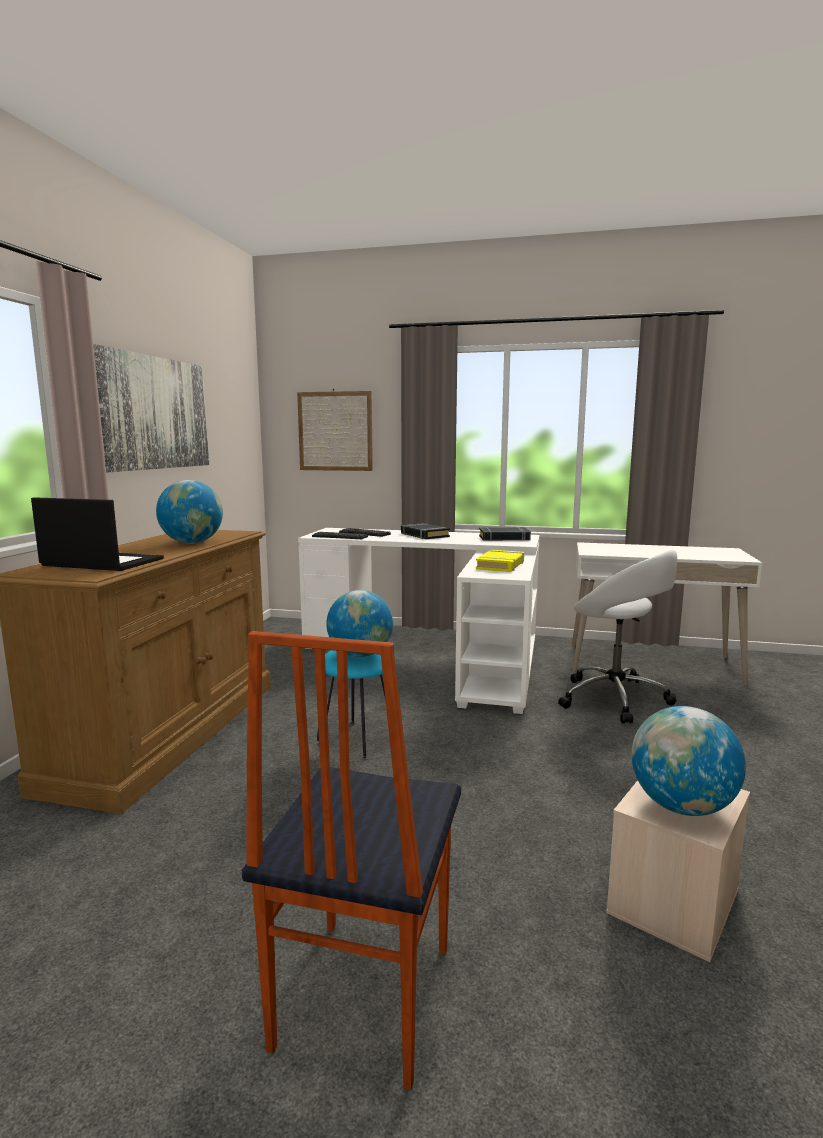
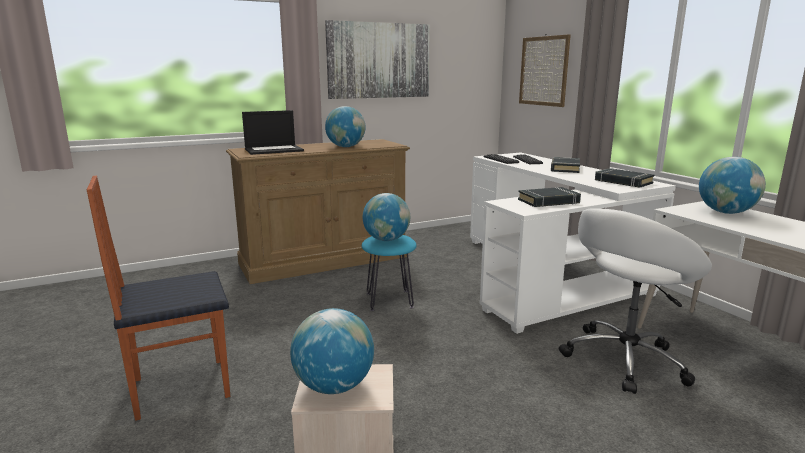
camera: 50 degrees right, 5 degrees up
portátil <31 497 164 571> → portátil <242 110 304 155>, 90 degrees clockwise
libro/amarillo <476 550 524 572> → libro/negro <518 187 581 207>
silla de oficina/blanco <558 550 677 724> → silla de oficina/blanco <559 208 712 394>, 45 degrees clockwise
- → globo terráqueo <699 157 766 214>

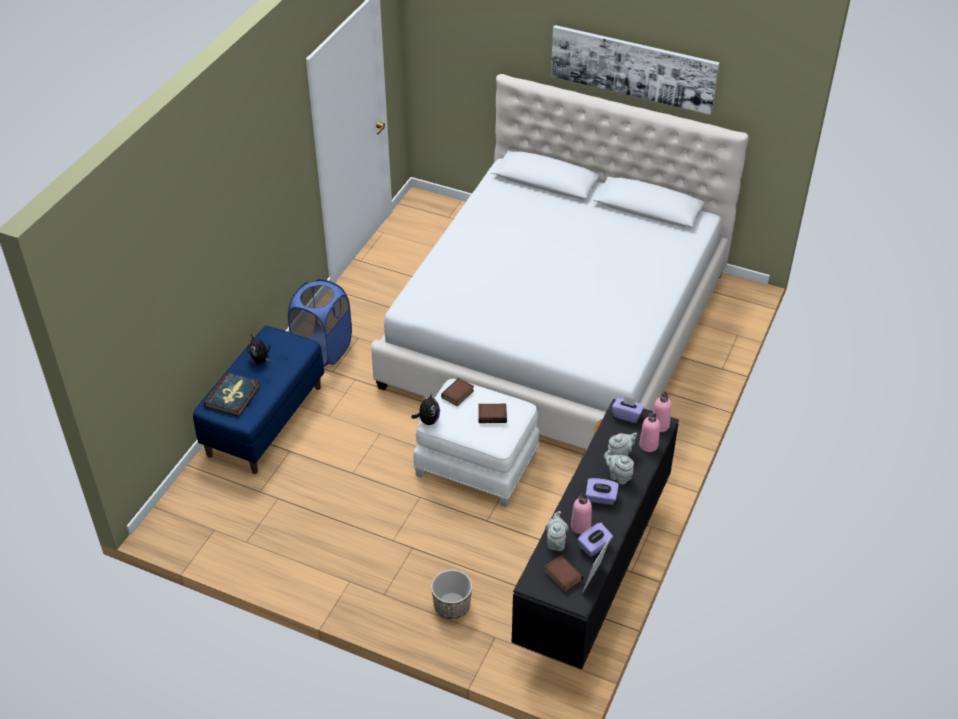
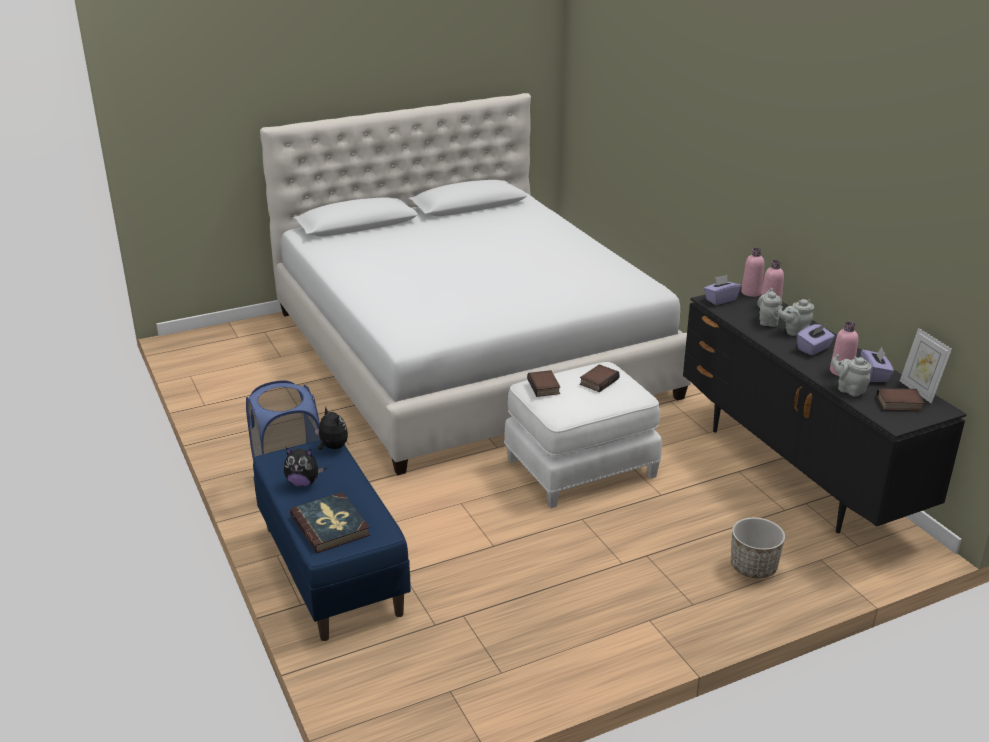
camera: 50 degrees left, 15 degrees down
peluche <411 393 440 425> → peluche <315 407 348 450>, shifted
cuadro <551 25 719 115> → -

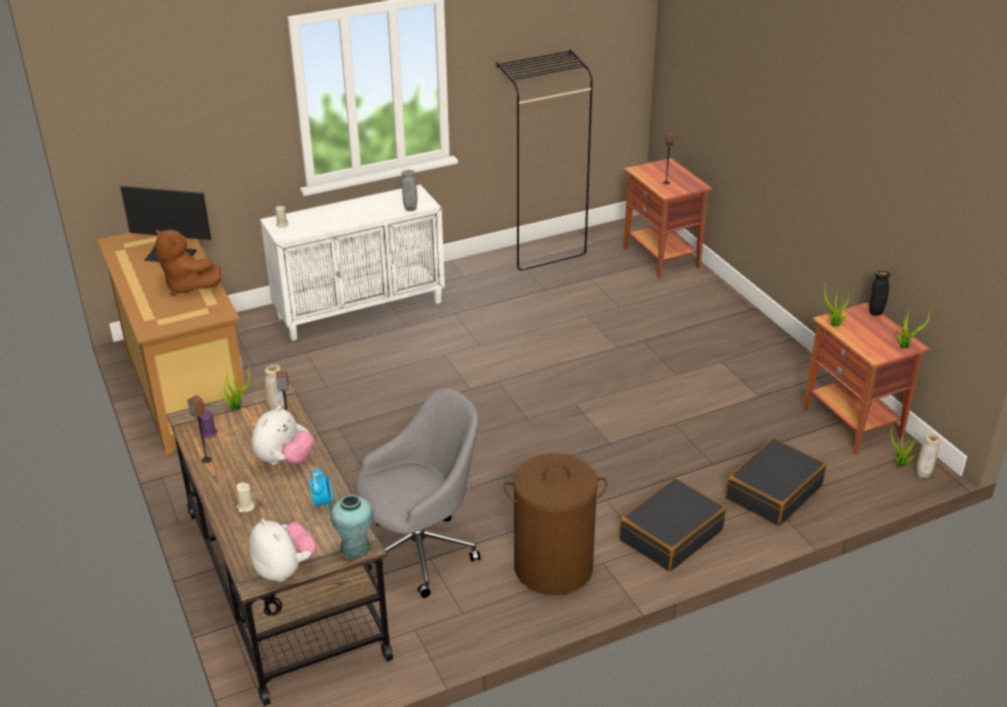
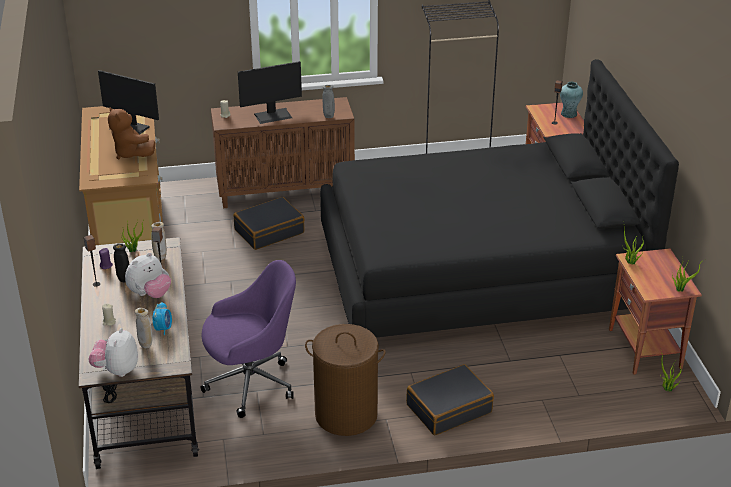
camera: 15 degrees right, 0 degrees up
peluche <249 519 317 582> → peluche <88 328 138 377>, 150 degrees counterclockwise
florero/negro <869 271 890 316> → florero/negro <113 244 129 282>, shifted
florero/beis <916 435 941 478> → florero/beis <135 308 153 348>, shifted
silla de oficina/gris <355 388 480 598> → silla de oficina/morado <200 260 296 418>
armario/blanco <260 185 445 341> → armario/marrón <211 97 355 208>
maleta/negro <726 438 826 526> → maleta/negro <234 197 305 250>, shifted
- → monitor <238 61 302 124>
- → cama/negro <320 59 679 337>
florero/turquesa <330 494 373 558> → florero/turquesa <560 82 583 118>, shifted

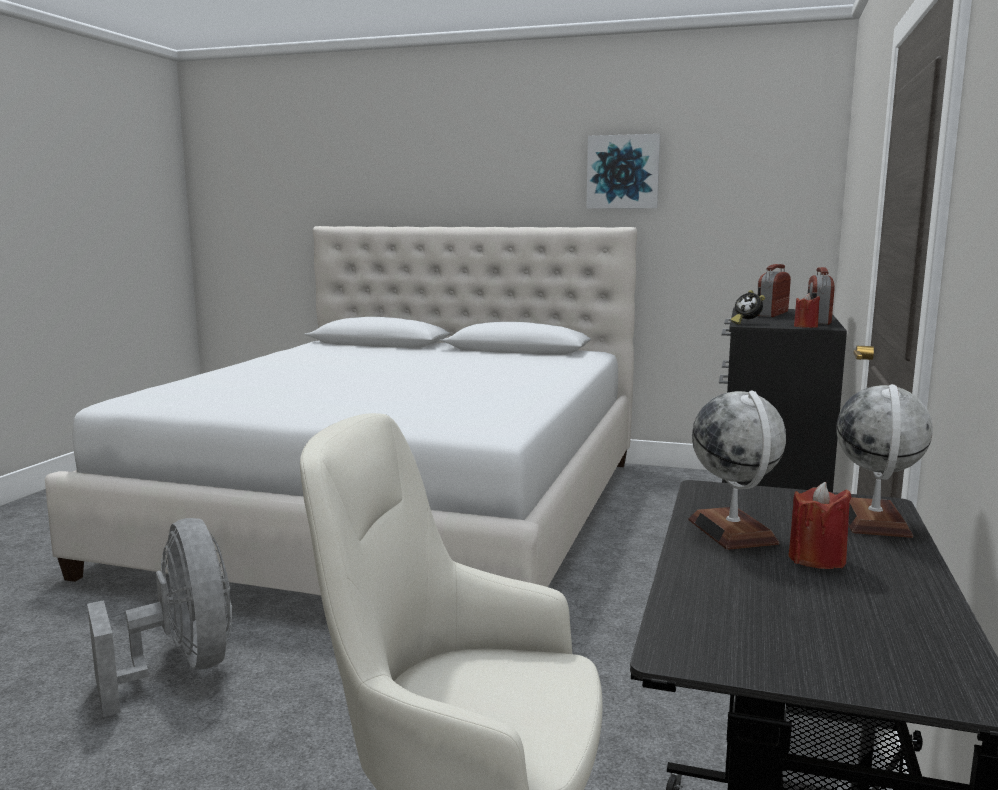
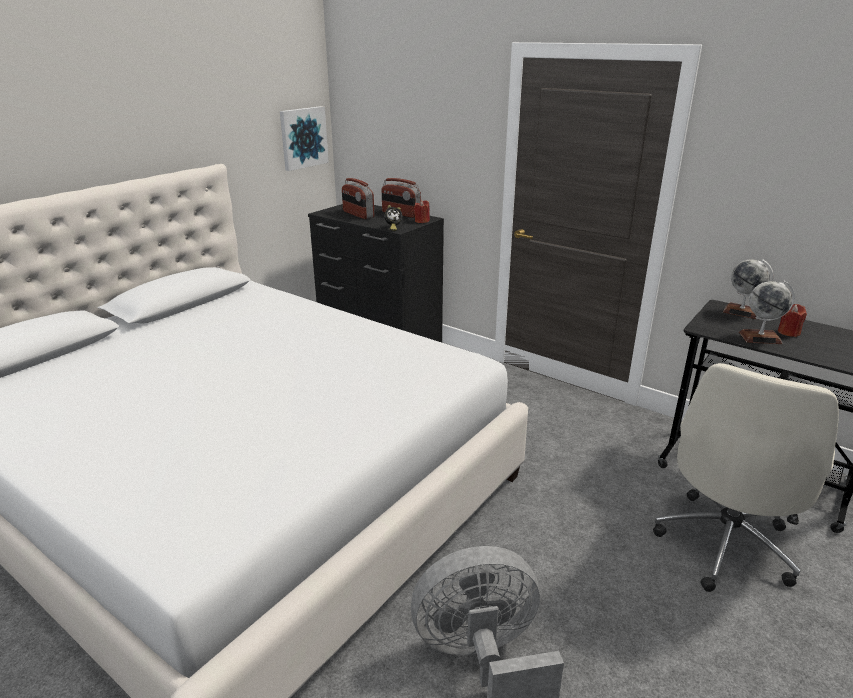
camera: 70 degrees left, 15 degrees up
cuadro <586 134 661 209> → cuadro <280 106 329 171>, shifted

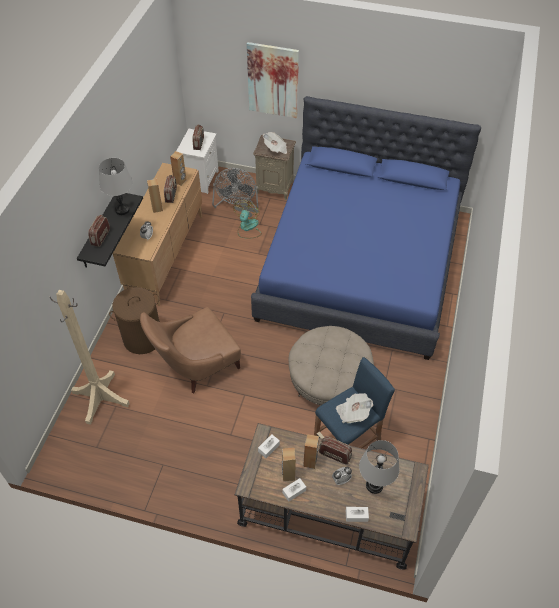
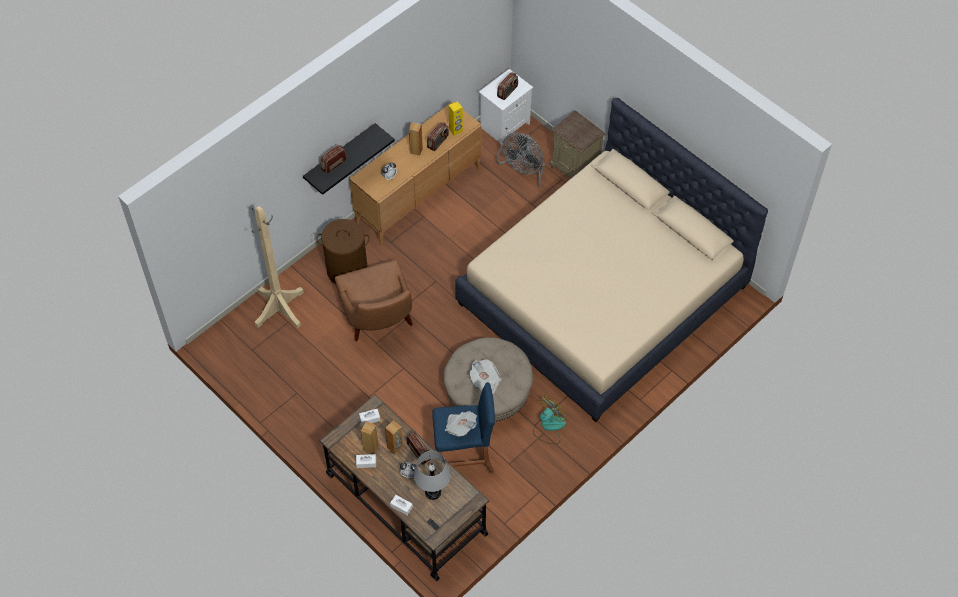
camera: 30 degrees right, 5 degrees up
sillón/marrón <140 307 241 393> → sillón/marrón <335 260 413 341>, 105 degrees counterclockwise
altavoz/marrón <170 151 187 186> → altavoz/amarillo <449 101 463 136>
cama/azul <251 96 481 360> → cama/beis <455 98 768 422>
periódico <263 132 287 154> → periódico <469 359 502 394>, shifted
ventilador <233 200 262 239> → ventilador <533 395 567 444>, shifted
lámpara de mesa/gris <99 158 133 215> → -
cuadro <247 42 299 118> → -

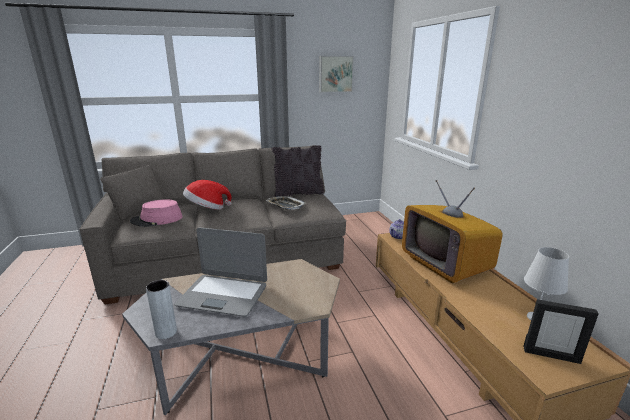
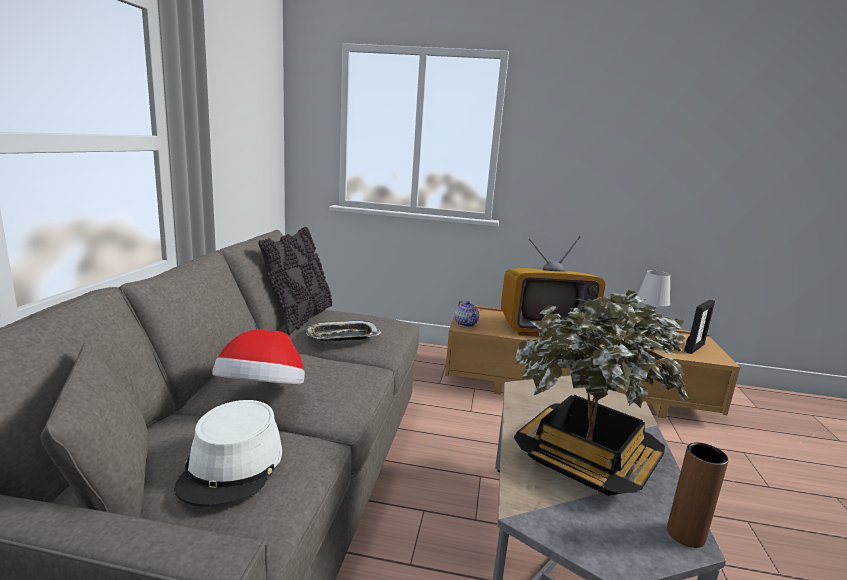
camera: 65 degrees left, 5 degrees down
sombrero/rosa <130 199 183 227> → sombrero/blanco <174 400 282 507>
portátil <174 227 267 317> → planta en maceta <513 290 689 496>
florero/gris <146 280 177 339> → florero/marrón <667 442 729 548>
cuadro <319 56 354 93> → -

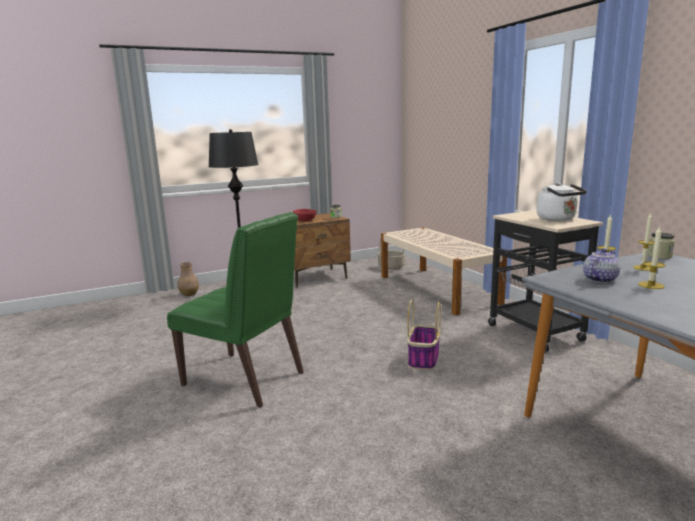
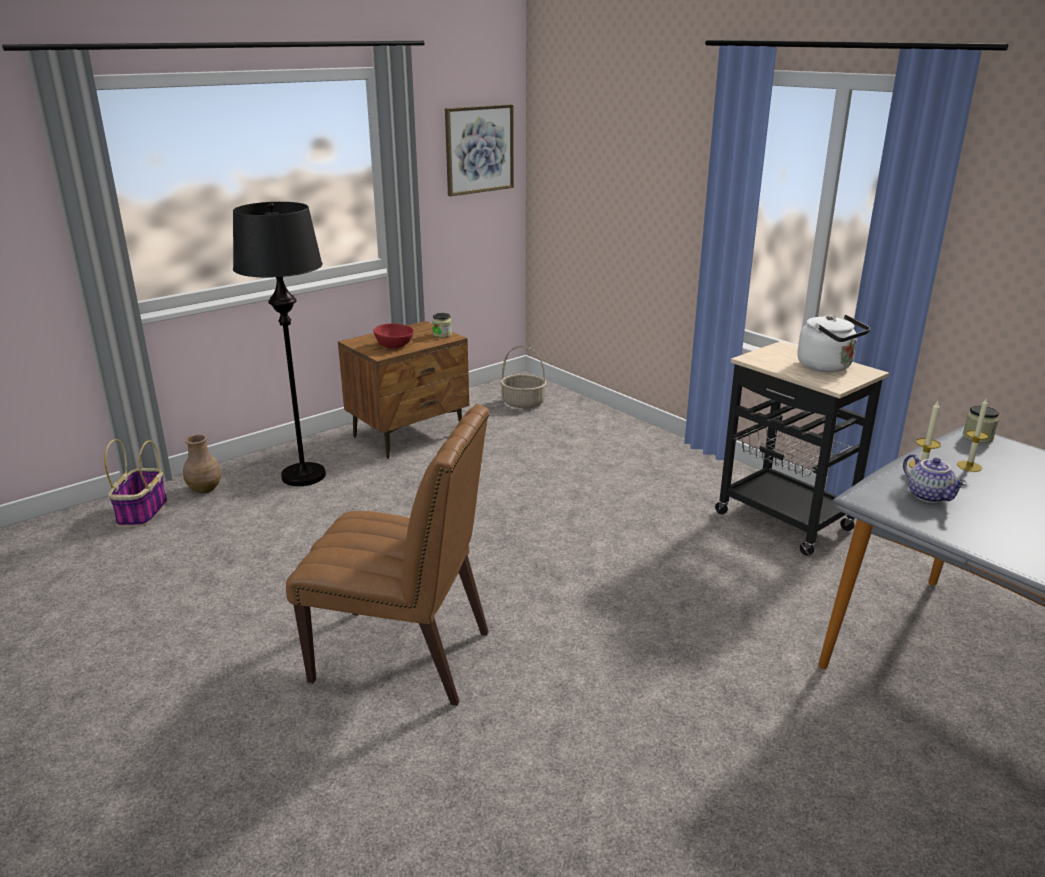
camera: 15 degrees left, 10 degrees up
cesta <407 299 441 370> → cesta <104 439 167 527>, shifted
silla/verde <167 212 304 408> → silla/marrón <286 404 489 706>
- → cuadro <445 104 514 196>
tetera <583 248 620 283> → tetera <903 454 967 503>, 120 degrees clockwise
banco/beis <381 227 507 316> → -
vela <638 226 666 289> → -

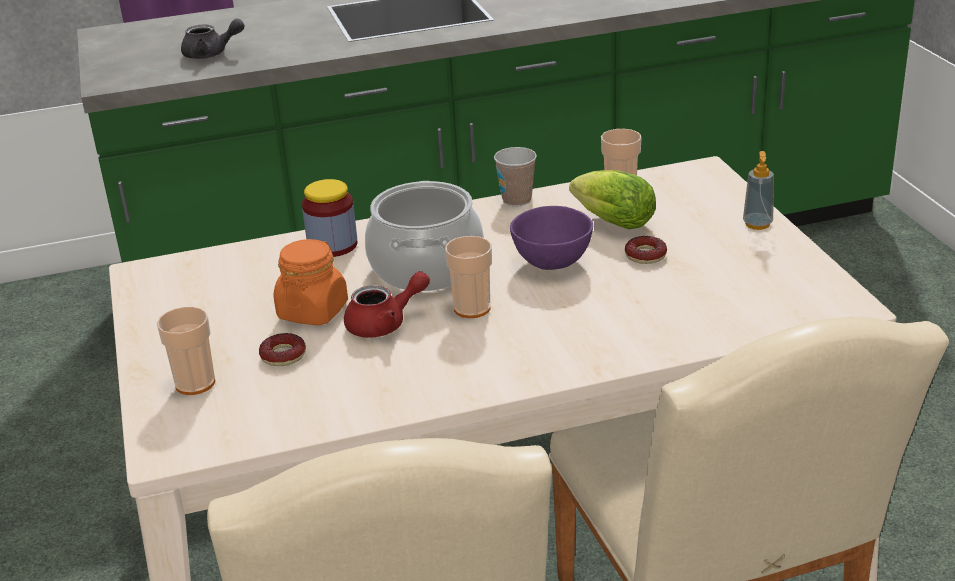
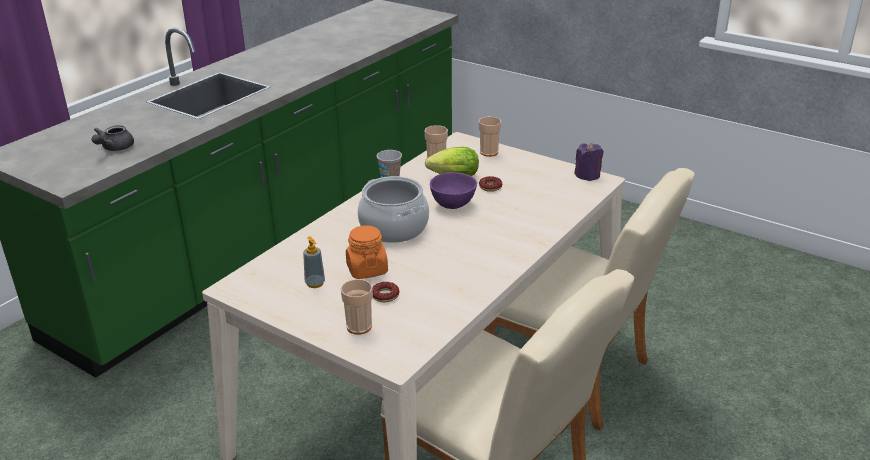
camera: 40 degrees left, 0 degrees up
tetera/gris <181 19 245 59> → tetera/gris <92 125 134 151>, 150 degrees clockwise
dispensador de jabón <743 151 774 230> → dispensador de jabón <303 236 325 288>, shifted
taza <445 236 492 318> → taza <479 117 501 157>, shifted
- → vela/morado <574 143 603 181>
tarro <302 179 358 257> → -
tetera/rojo <344 271 430 338> → -

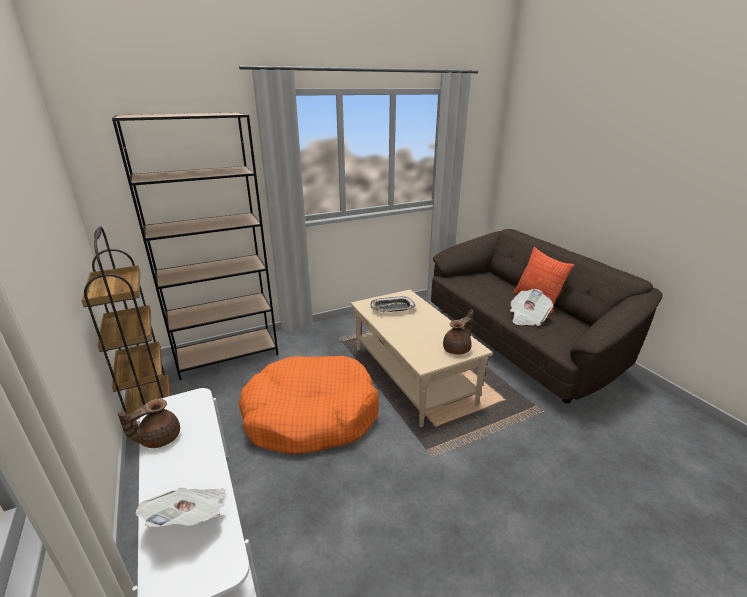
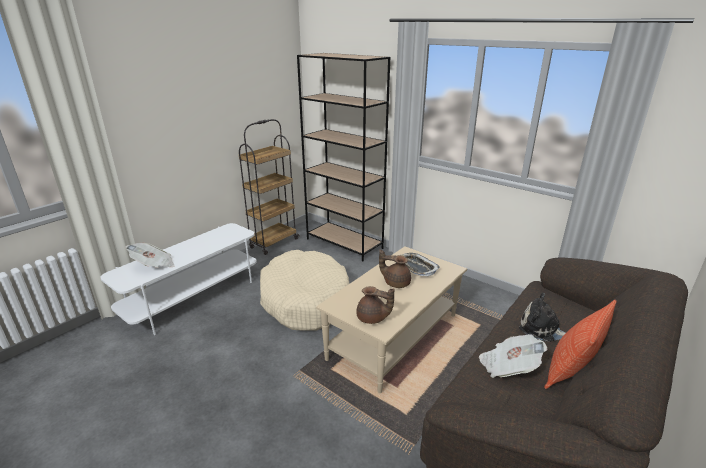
camera: 65 degrees right, 0 degrees up
cama para perro/naranja <238 356 379 454> → cama para perro/beis <260 250 349 331>
tetera/marrón <118 399 180 448> → tetera/marrón <379 250 411 288>, shifted
- → peluche <519 293 566 342>

